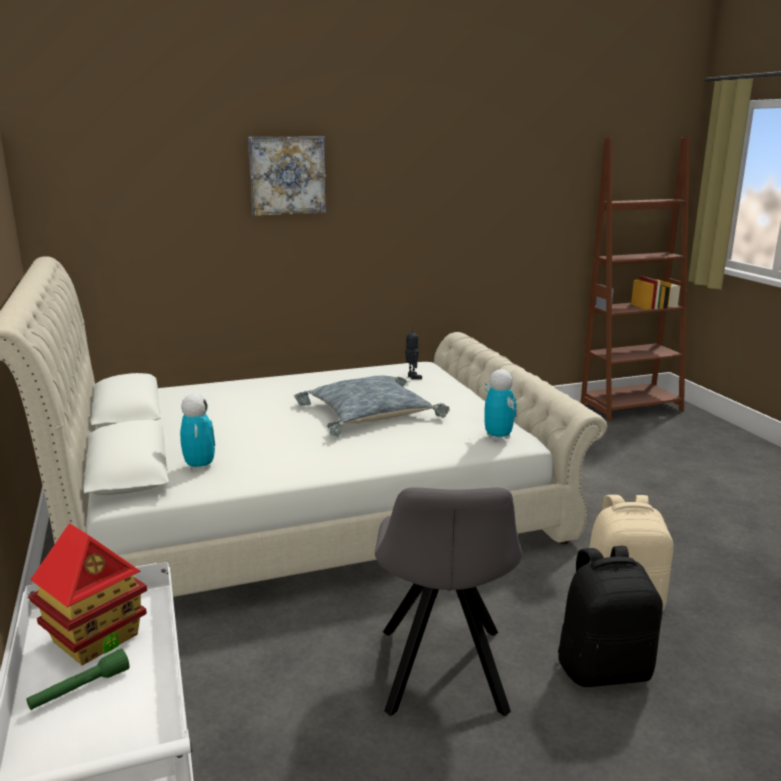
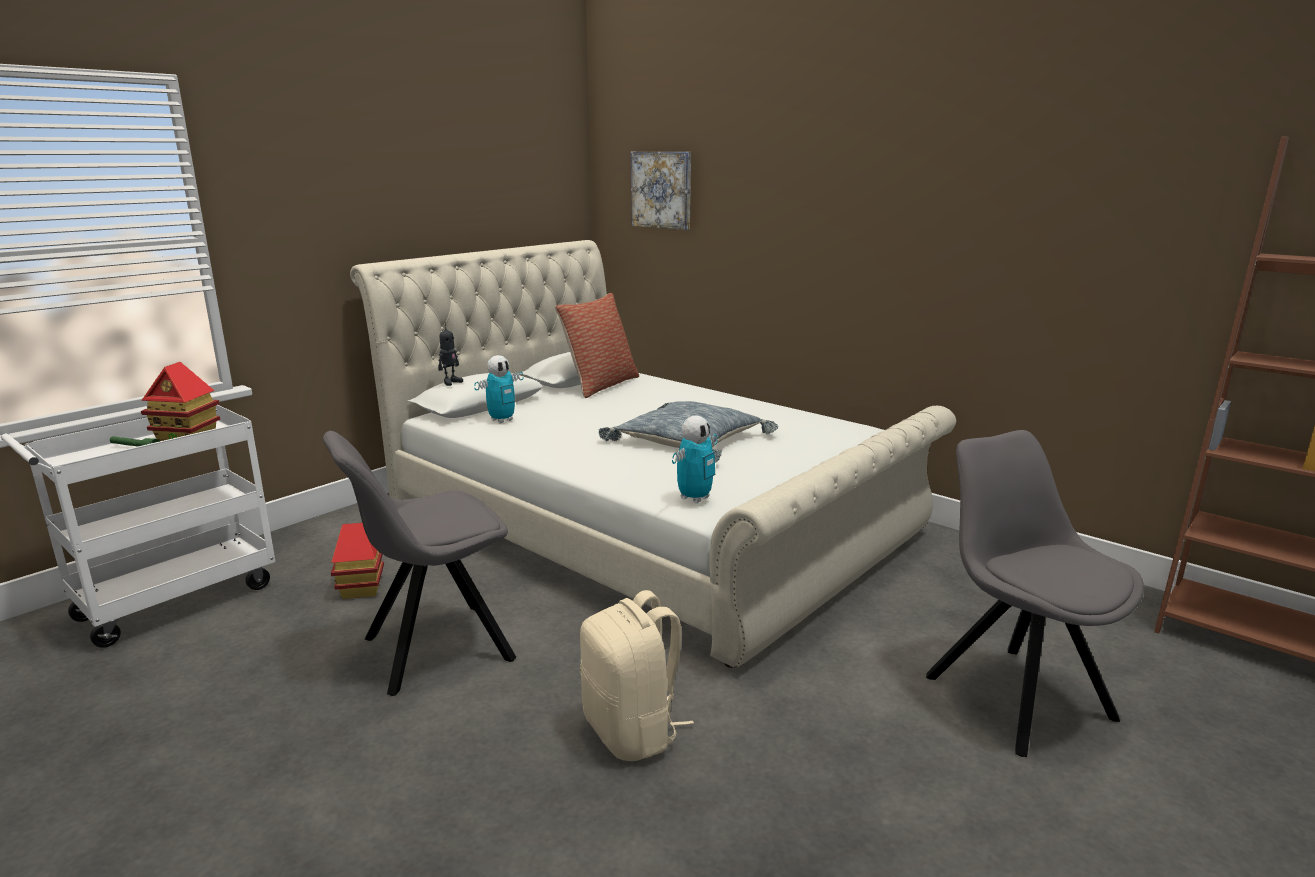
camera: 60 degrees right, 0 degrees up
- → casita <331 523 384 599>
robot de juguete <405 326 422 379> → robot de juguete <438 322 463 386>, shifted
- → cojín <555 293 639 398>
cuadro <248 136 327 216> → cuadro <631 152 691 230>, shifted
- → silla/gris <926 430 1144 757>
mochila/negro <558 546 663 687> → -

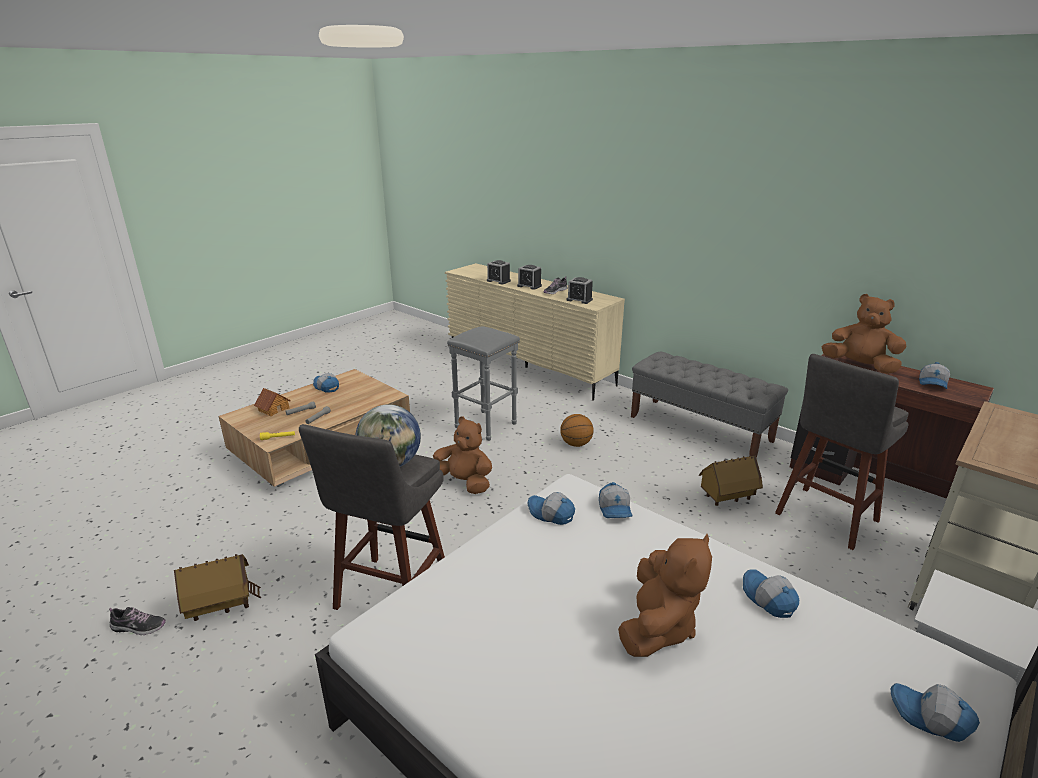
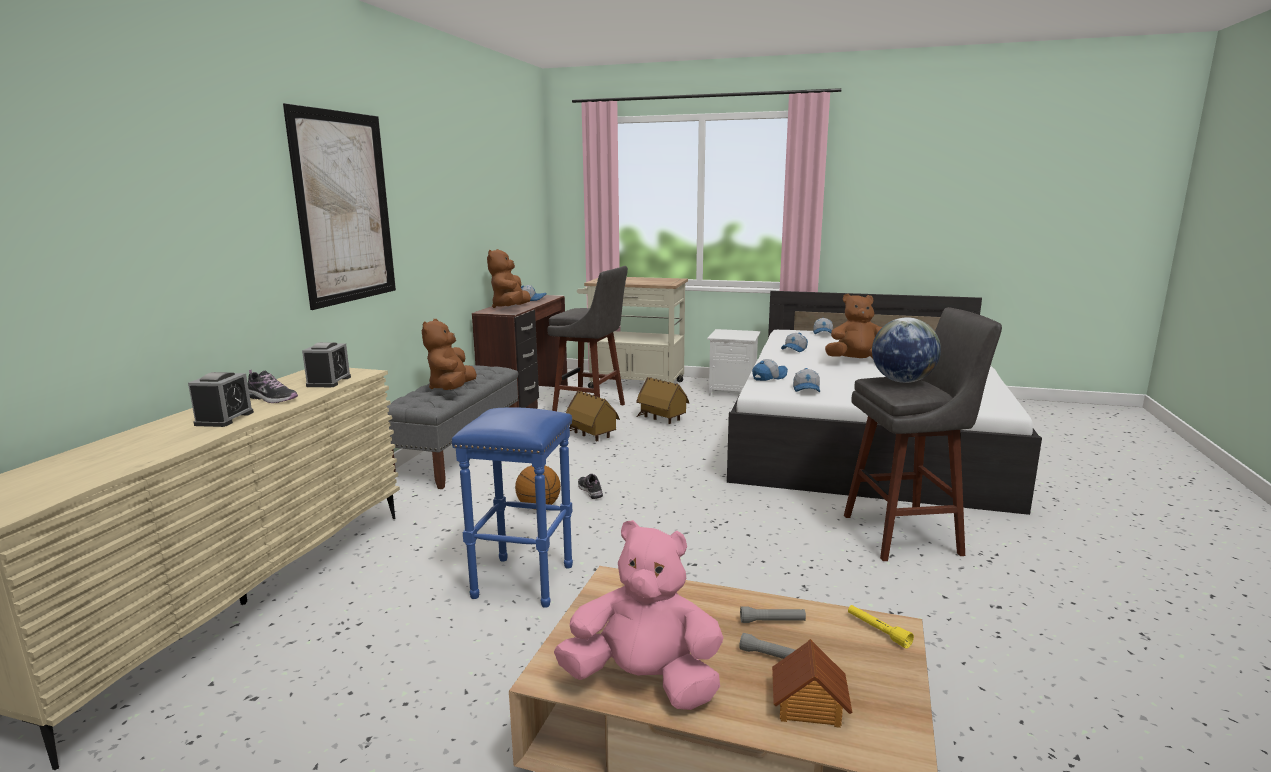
camera: 115 degrees left, 10 degrees down
- → cuadro <283 103 396 310>
peluche/marrón <433 416 492 494> → peluche/marrón <422 319 477 390>, shifted
taburete/gris <447 326 520 441> → taburete/azul <452 408 573 608>
gorra <313 373 339 393> → peluche/rosa <554 520 724 710>
zapato <109 607 166 635> → zapato <578 474 603 499>, shifted
casita <174 554 261 621> → casita <636 377 689 424>, shifted
despertador <487 260 511 285> → -

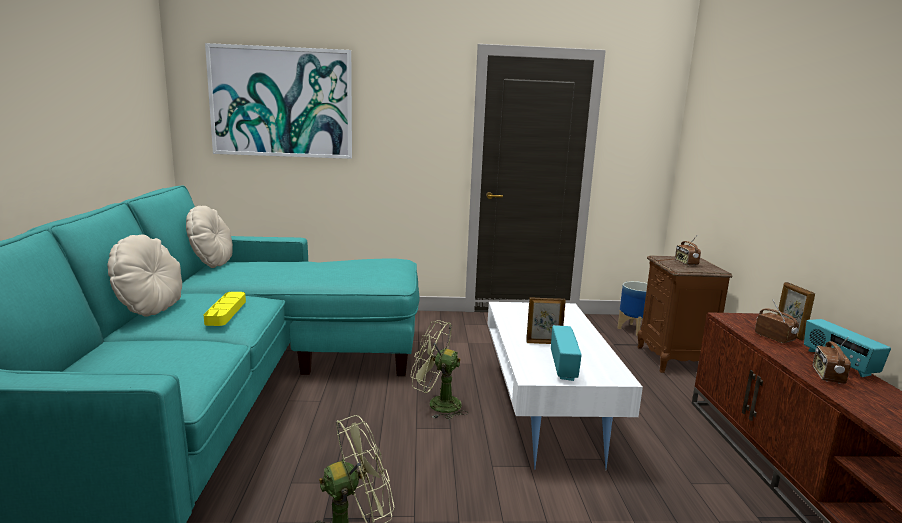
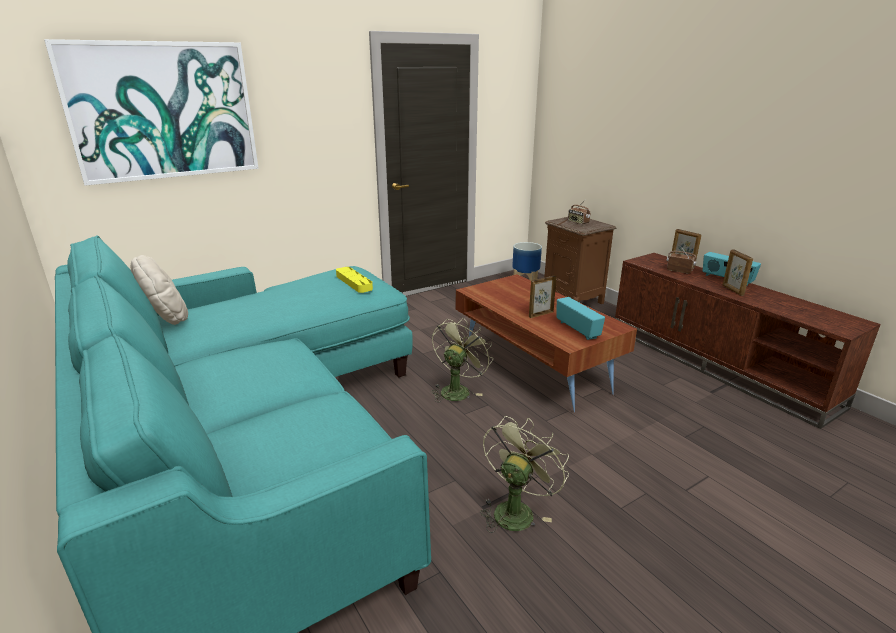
camera: 30 degrees left, 10 degrees up
bandeja/amarillo <203 292 246 326> → bandeja/amarillo <336 267 373 293>, shifted
ventilador/verde <411 320 468 419> → ventilador/verde <431 318 493 402>, 135 degrees clockwise
mesa de centro/blanco <487 302 643 471> → mesa de centro/marrón <455 274 637 413>
radio <813 337 851 384> → portarretratos <723 249 753 296>
cojín/beis <107 235 182 317> → -

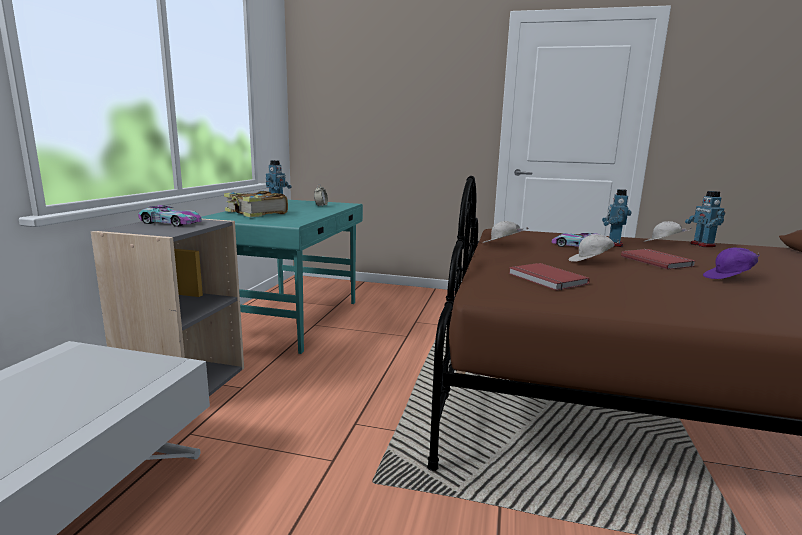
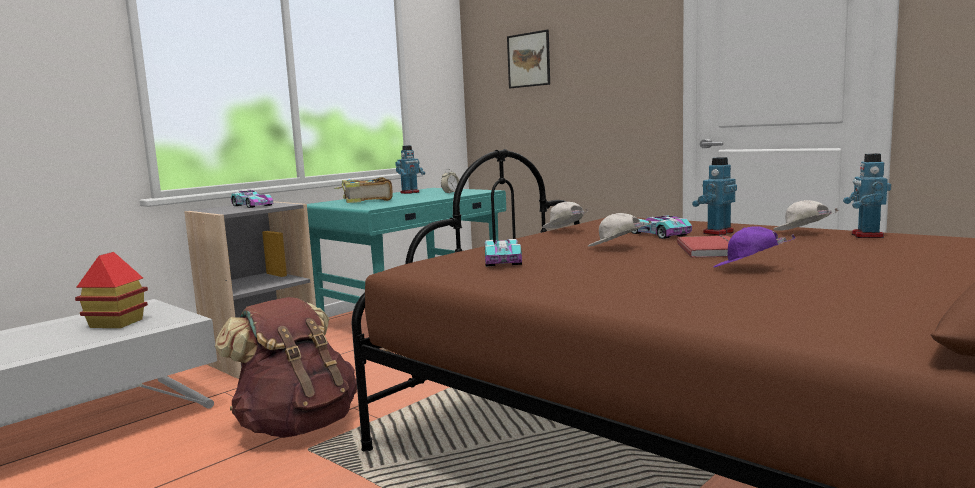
camera: 30 degrees right, 5 degrees down
- → casita <75 252 148 328>
- → mochila/marrón <215 297 357 438>
libro/rojo <508 263 590 291> → coche de juguete <485 239 522 266>
- → cuadro <507 30 550 88>

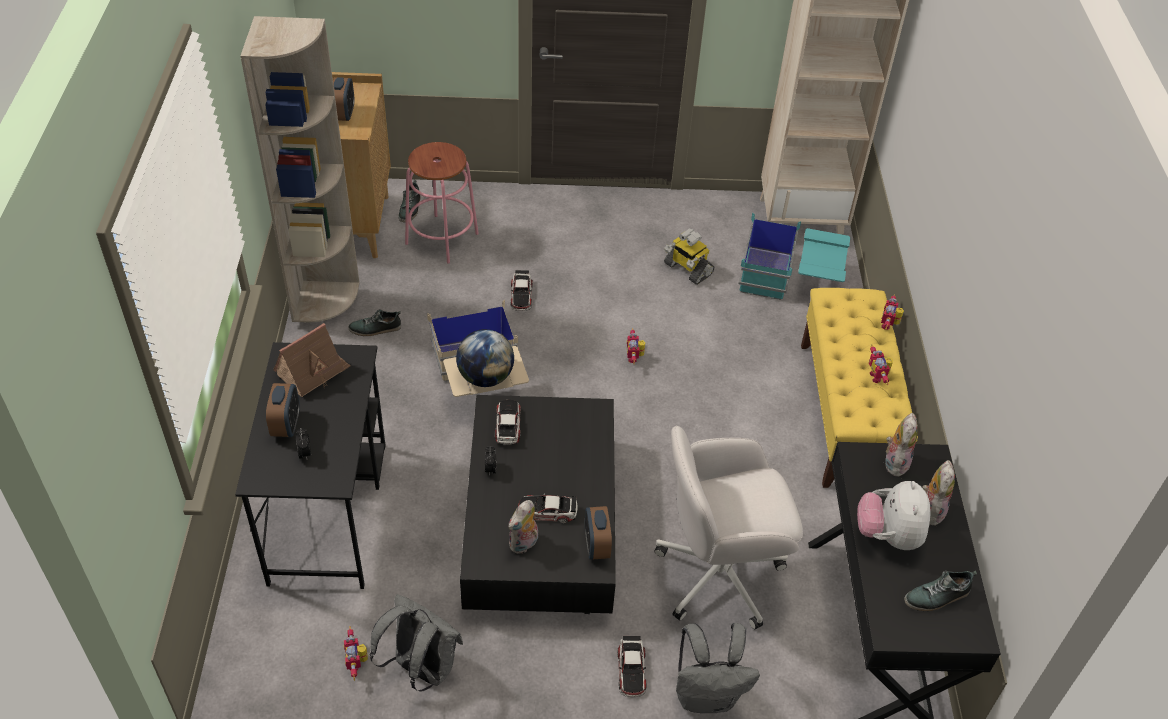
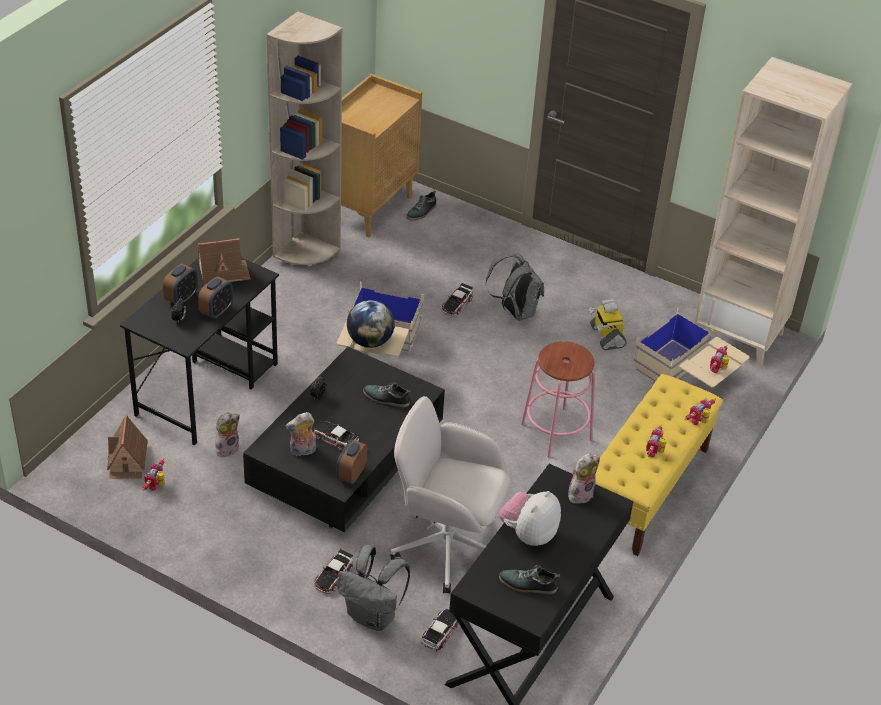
camera: 30 degrees right, 5 degrees down
- → casita <107 414 148 479>
despertador <333 77 354 121> → despertador <198 276 233 319>, shifted
peluche <922 460 955 526> → peluche <215 412 240 457>, shifted
zapato <349 309 401 336> → zapato <363 382 411 408>, shifted
coche de juguete <495 400 521 445> → coche de juguete <421 609 459 651>, shifted
mochila/gris <370 594 463 692> → mochila/gris <486 253 544 321>, shifted
taburete/rosa <405 142 479 264> → taburete/rosa <521 341 595 457>, shifted
caja de almacenaje/turquesa <739 213 850 300> → caja de almacenaje/beis <634 308 750 387>
robot de juguete <627 328 645 365> → robot de juguete <710 345 729 373>, shifted

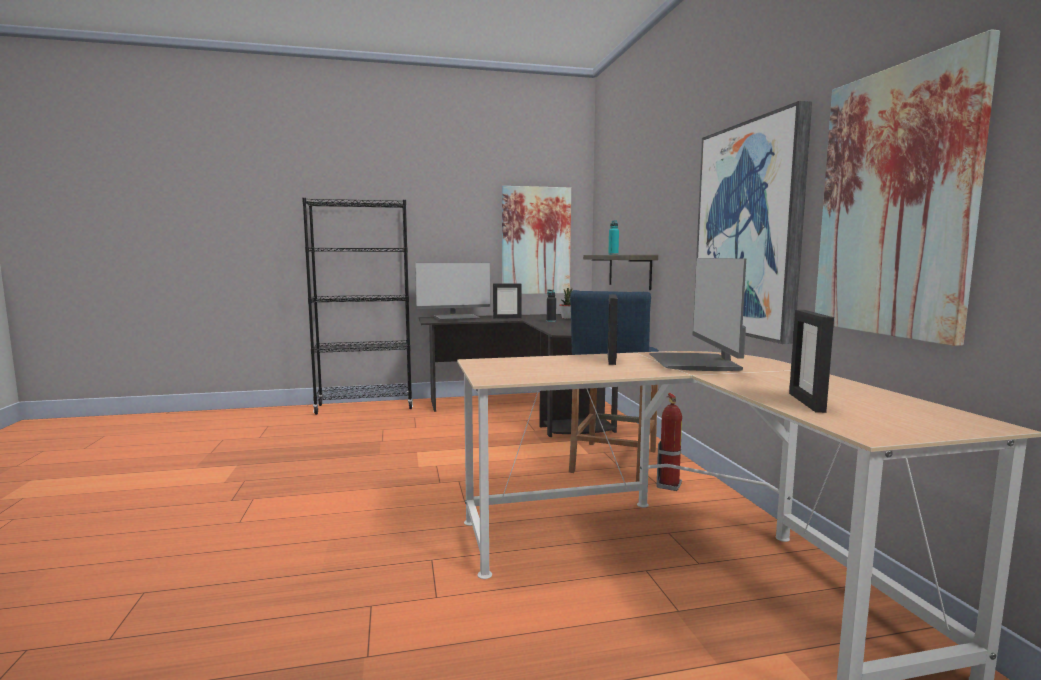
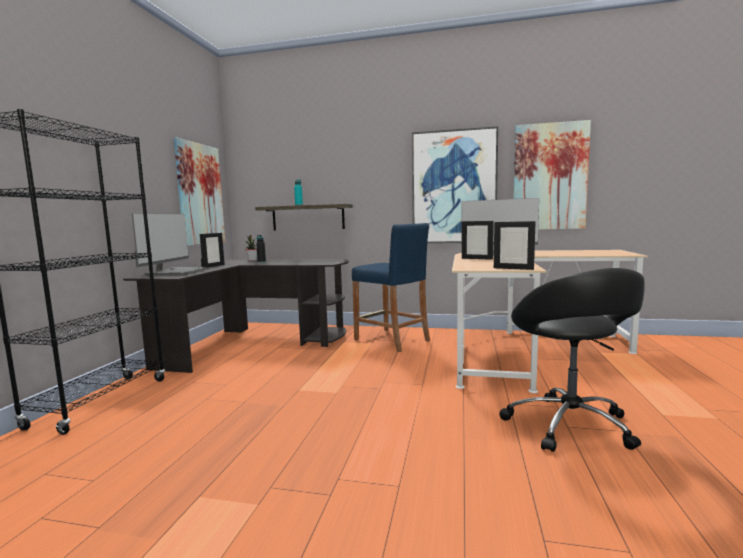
camera: 65 degrees left, 0 degrees up
portarretratos <789 310 834 413> → portarretratos <494 221 536 270>, shifted
- → silla de oficina/negro <499 268 645 452>
extintor <656 393 682 491> → -

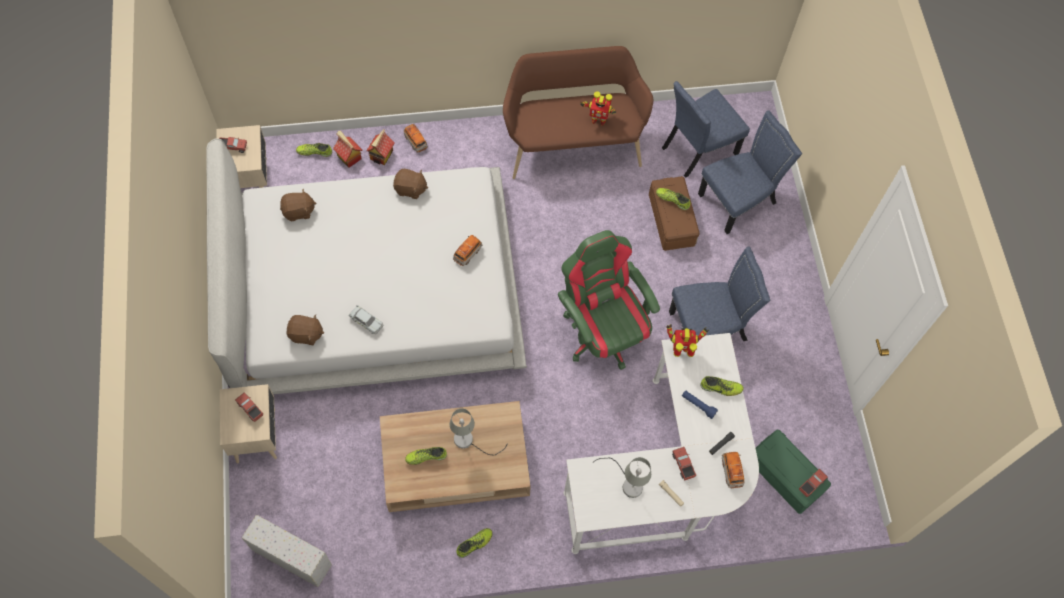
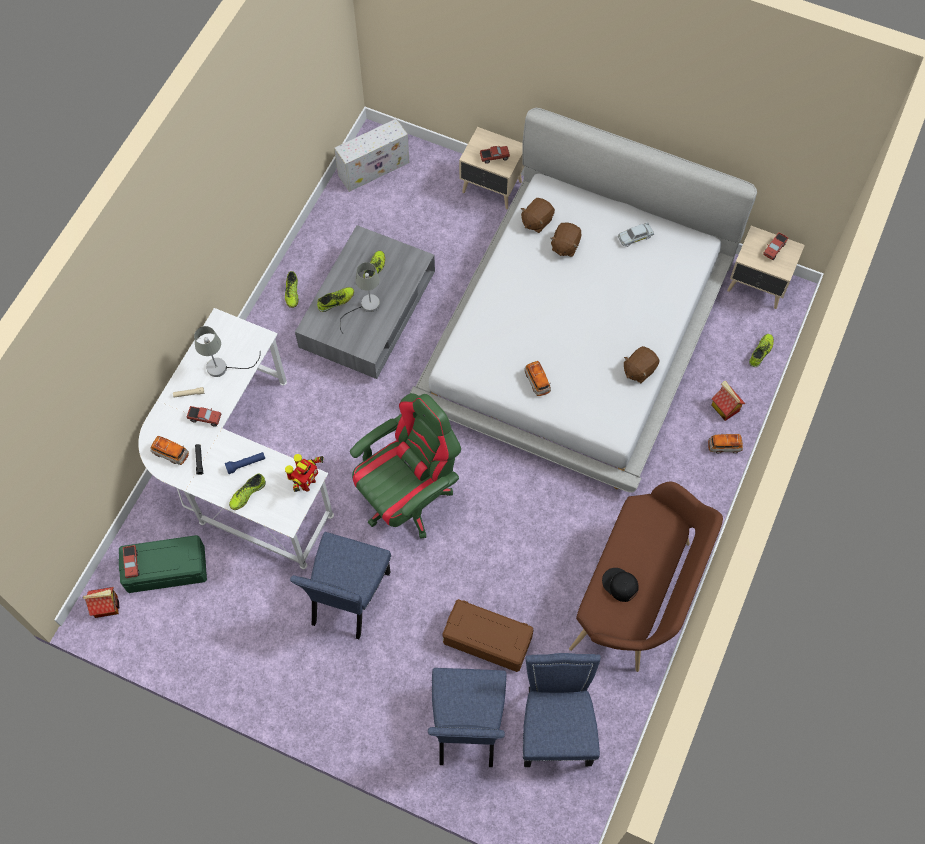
camera: 125 degrees right, 0 degrees up
casita <333 131 362 168> → casita <83 587 119 618>, shifted
mesa de centro/marrón <380 401 531 512> → mesa de centro/gris <295 225 435 379>
zapato <656 188 691 210> → zapato <317 287 354 312>, shifted
silla de oficina/verde <558 230 660 370> → silla de oficina/verde <350 393 461 539>, 45 degrees counterclockwise
peluche/marrón <280 188 316 221> → peluche/marrón <550 222 582 257>, shifted
robot de juguete <580 91 616 126> → gorra/negro <602 568 639 602>
coche de juguete/blanco <349 305 384 334> → coche de juguete/blanco <618 223 654 247>, shifted

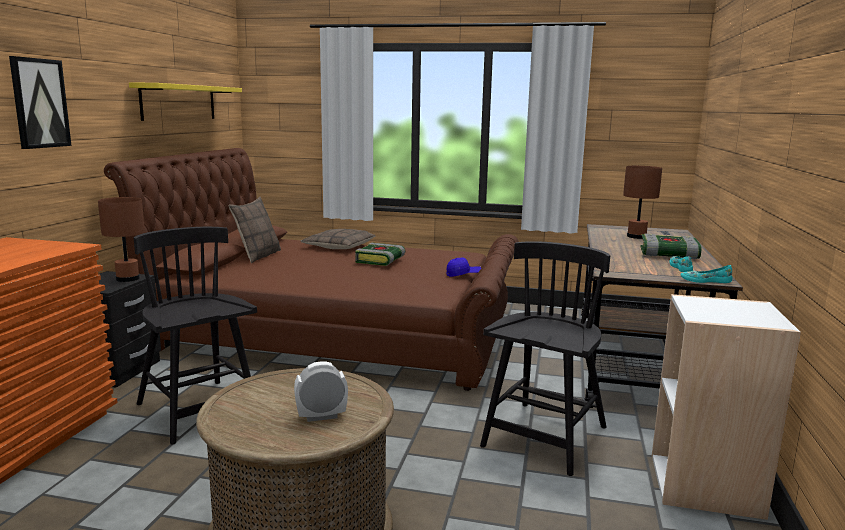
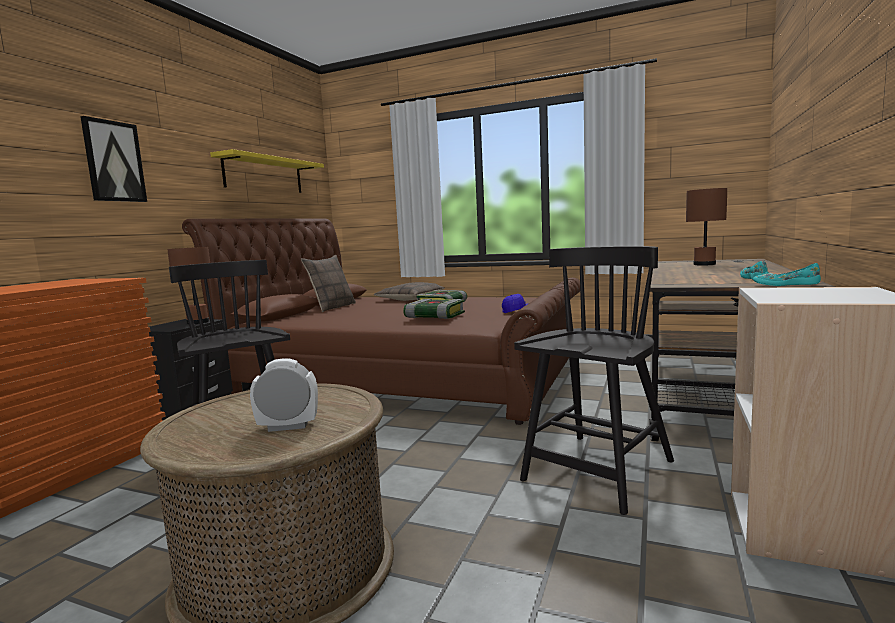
camera: 10 degrees right, 5 degrees down
libro <640 234 701 259> → libro <403 299 465 319>, shifted

